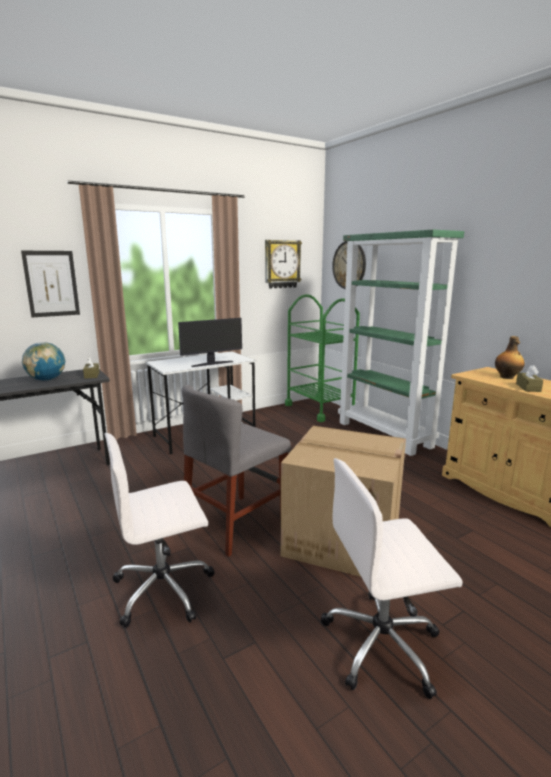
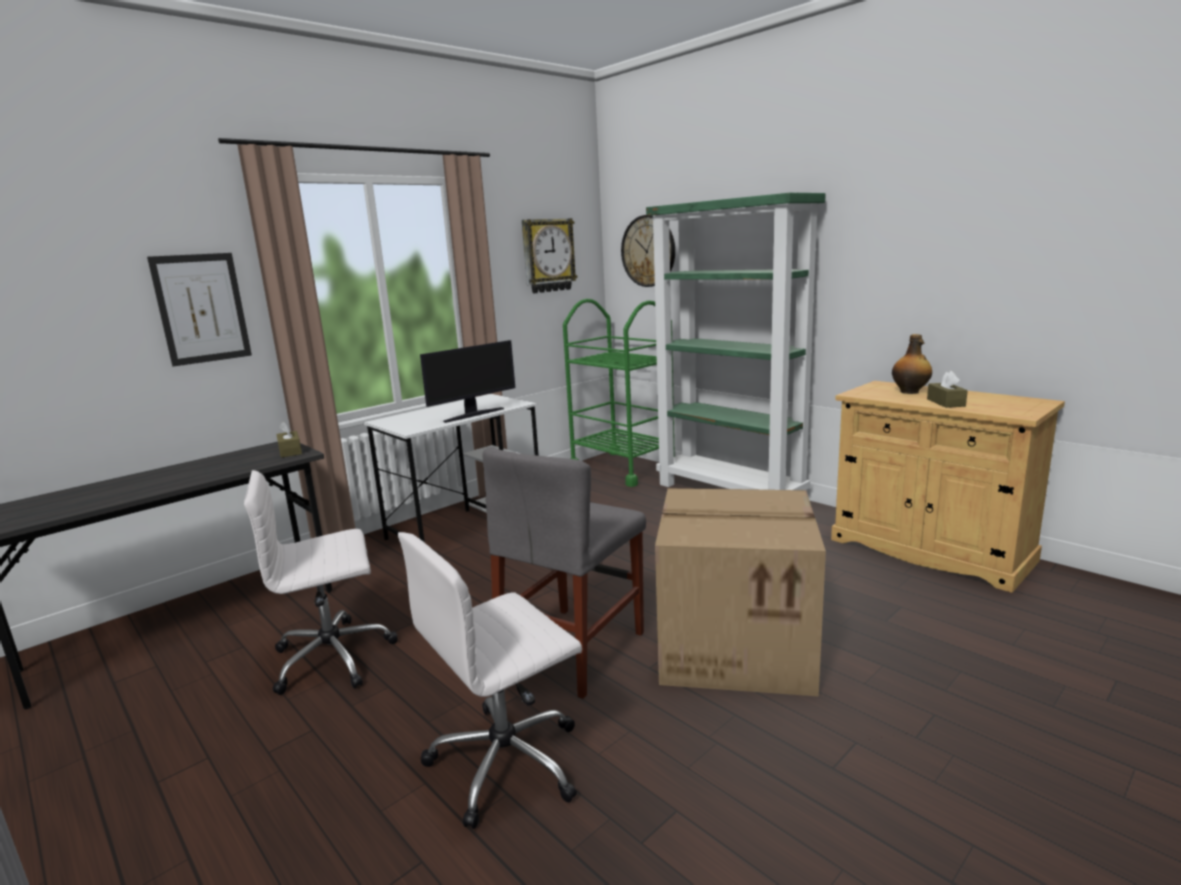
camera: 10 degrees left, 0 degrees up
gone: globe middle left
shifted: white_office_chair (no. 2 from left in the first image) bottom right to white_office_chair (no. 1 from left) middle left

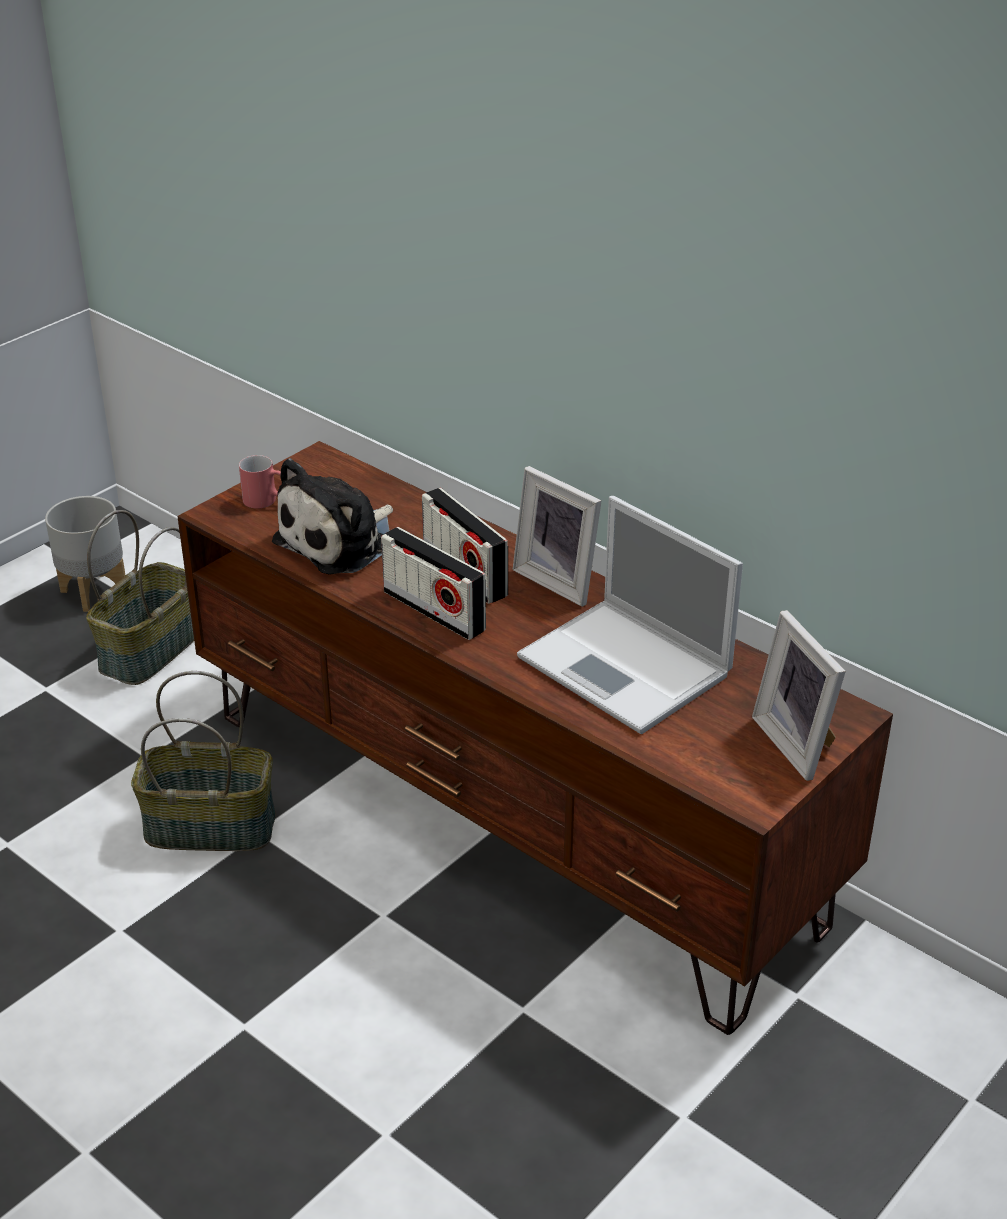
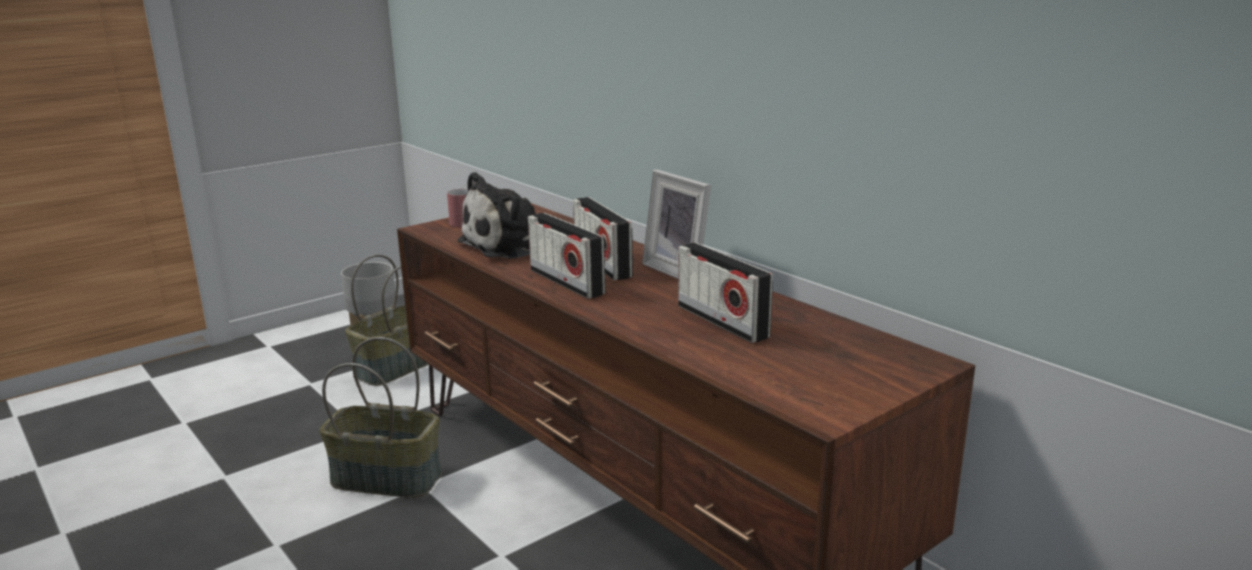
camera: 10 degrees right, 15 degrees down
gone: picture_frame (no. 2 from left) middle right
swapped: laptop centre to radio (no. 3 from left) centre

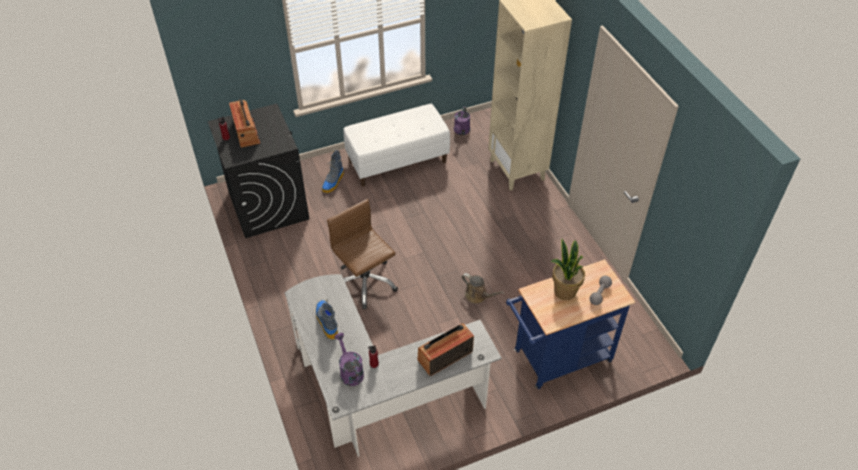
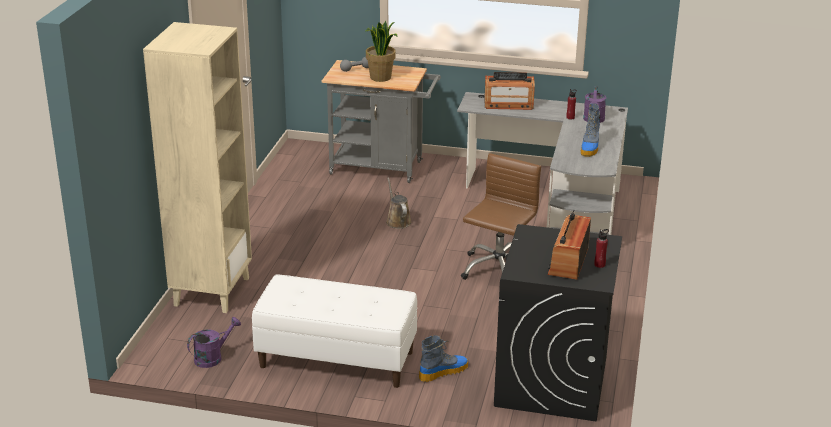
camera: 145 degrees left, 20 degrees down
repainted: blue_cart bottom centre to grey_cart top centre
rotated: brown_office_chair centre = centre 150 degrees counterclockwise

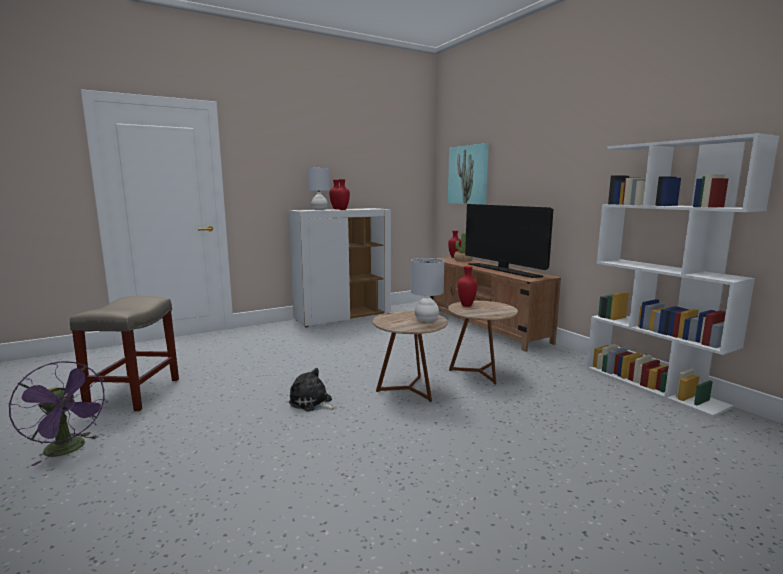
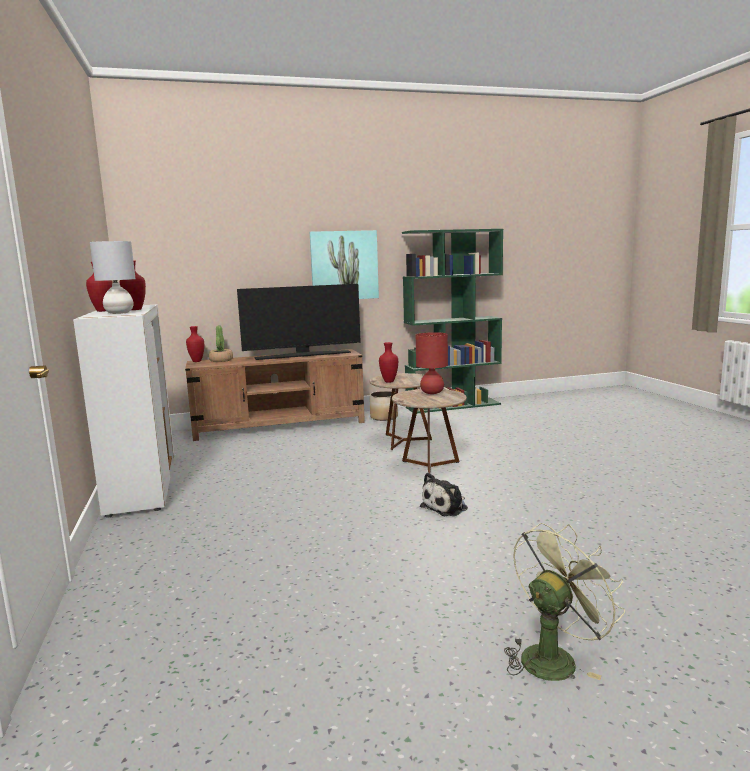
camera: 75 degrees left, 0 degrees up
gone: beige_stool middle left
new: planter centre
shifted: picture top centre to centre
repainted: white_bookcase middle right to green_bookcase centre; grey_table_lamp (no. 2 from left) centre to red_table_lamp centre; purple_fan bottom left to green_fan bottom right

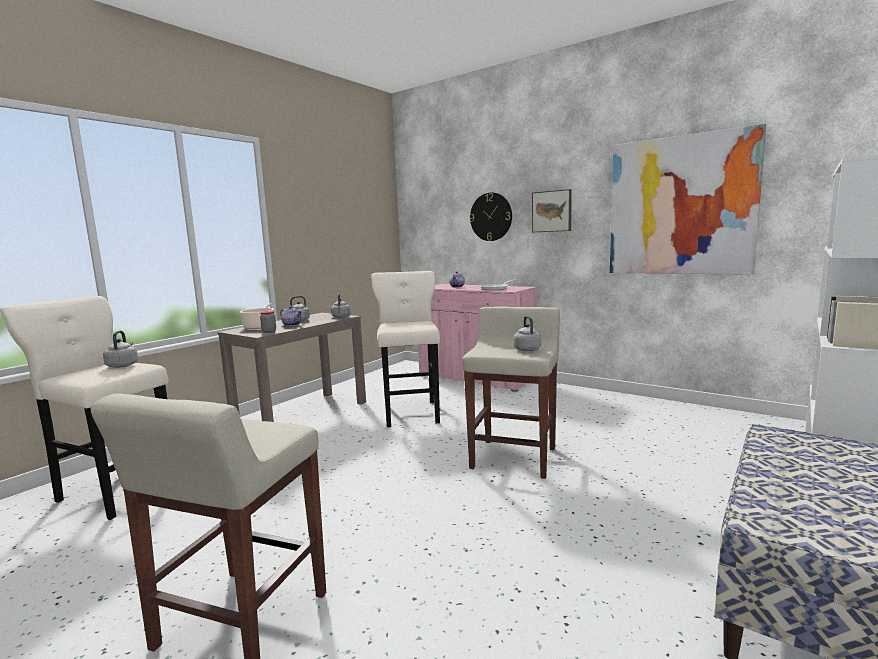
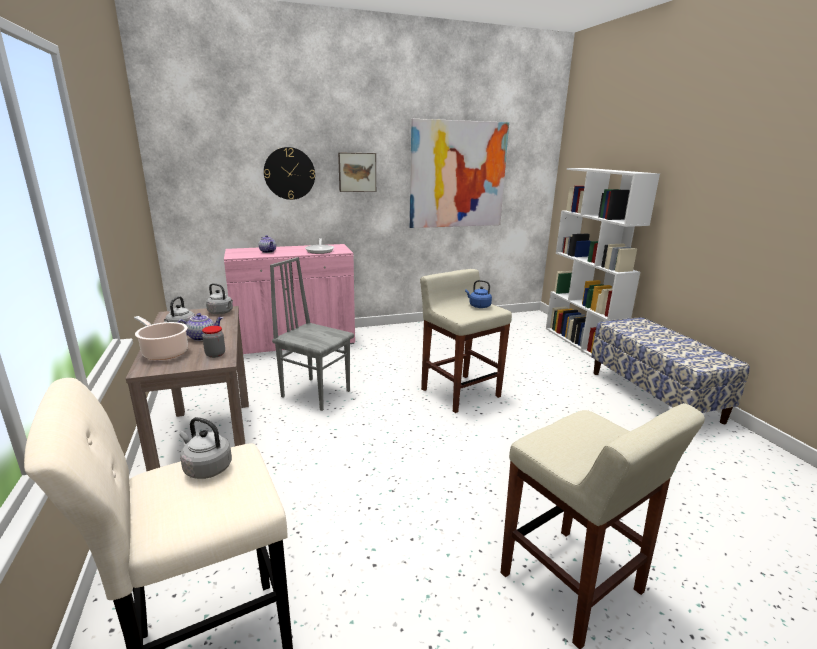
camera: 55 degrees left, 10 degrees up
swapped: beige_stool (no. 3 from left) centre to grey_chair centre
repainted: grey_kettle (no. 4 from left) centre to blue_kettle centre

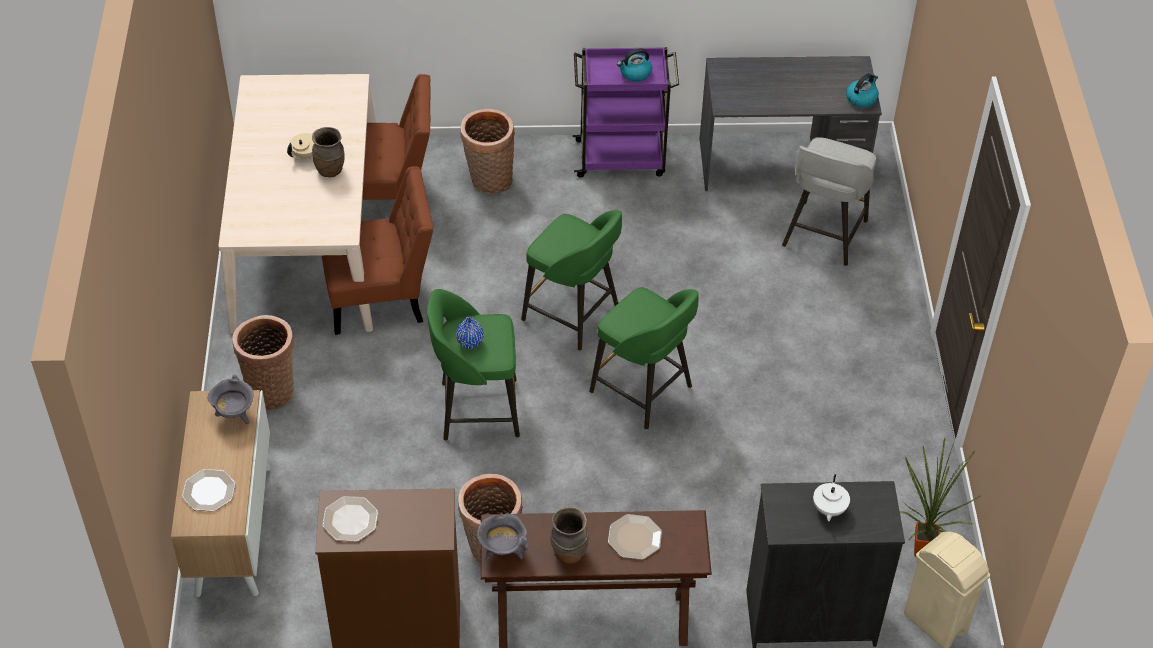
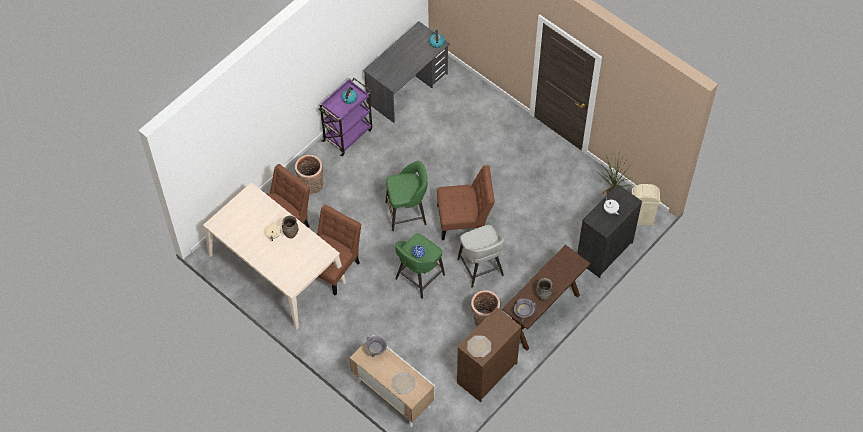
camera: 45 degrees left, 10 degrees up
gone: basket (no. 1 from left) middle left; plate (no. 3 from left) bottom centre
shifted: grey_stool top right to centre
swapped: green_stool (no. 3 from left) centre to brown_chair (no. 3 from left) centre

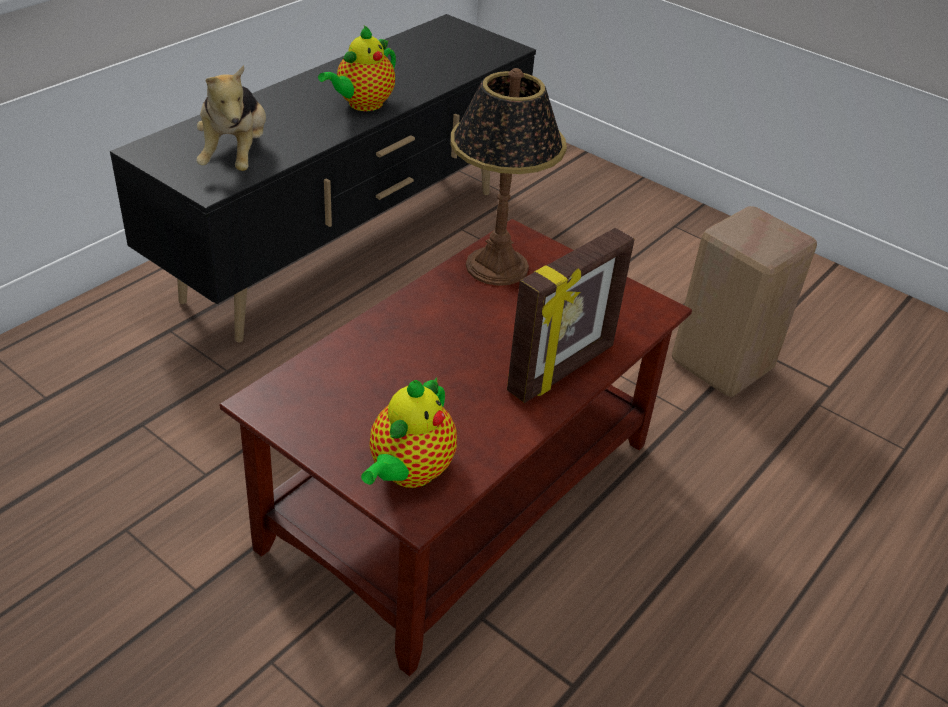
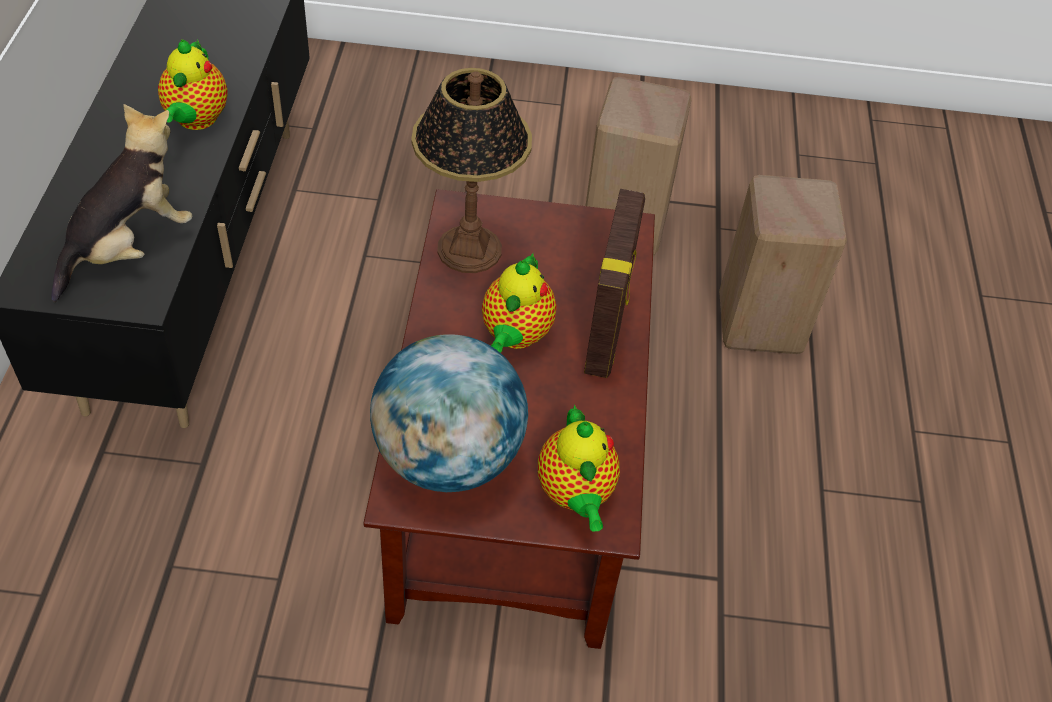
camera: 35 degrees left, 10 degrees up
new: globe centre; teapot (no. 2 from left) centre; beige_stool (no. 2 from left) middle right
rotated: plush_toy top left = top left 105 degrees counterclockwise

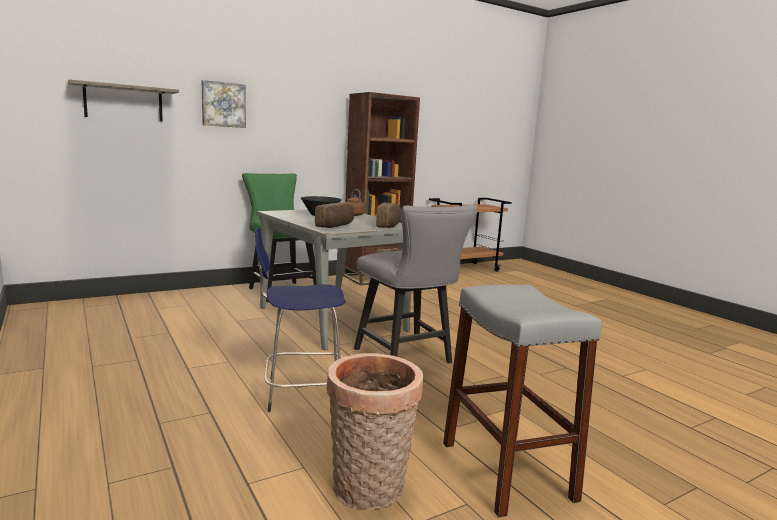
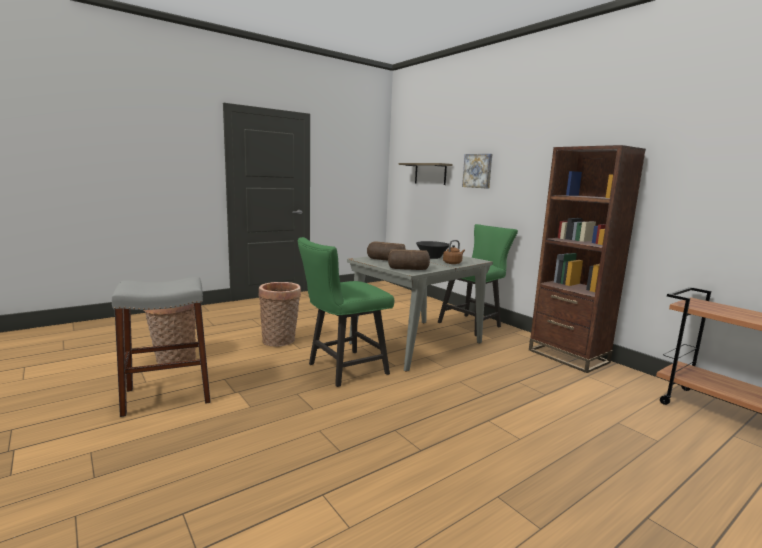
camera: 85 degrees right, 0 degrees up
swapped: blue_stool centre to basket (no. 2 from left) centre
repainted: grey_chair centre to green_chair (no. 1 from left) centre

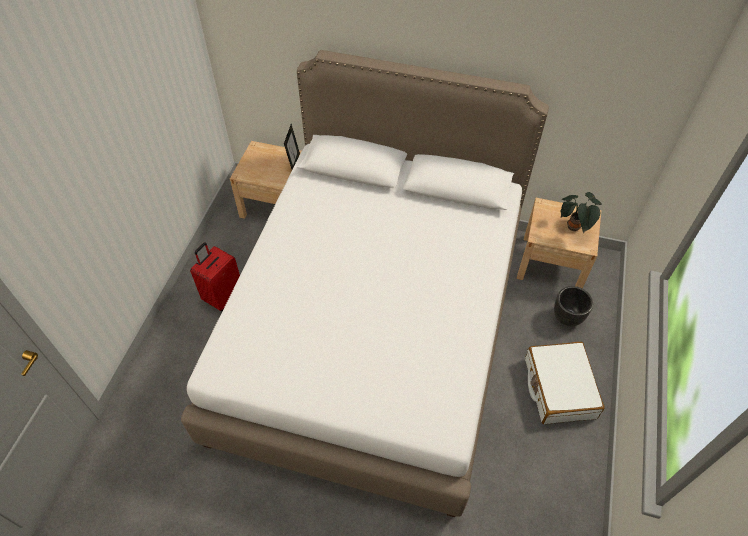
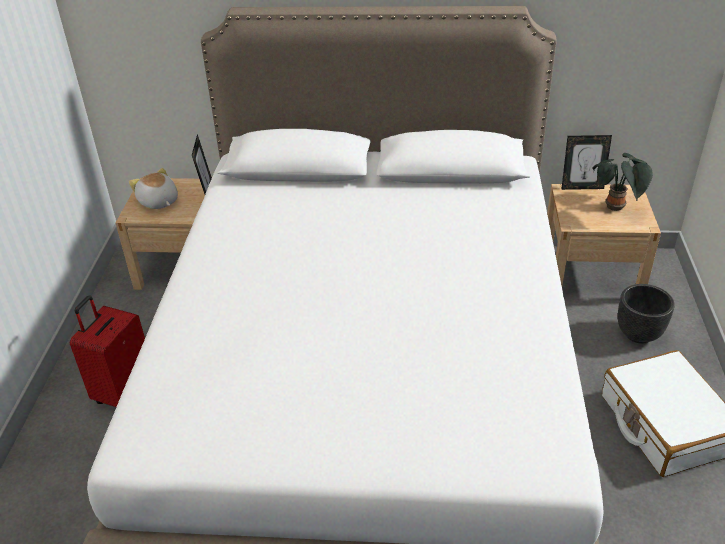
camera: 10 degrees left, 15 degrees down
new: plush_toy middle left; picture_frame (no. 2 from left) top right

